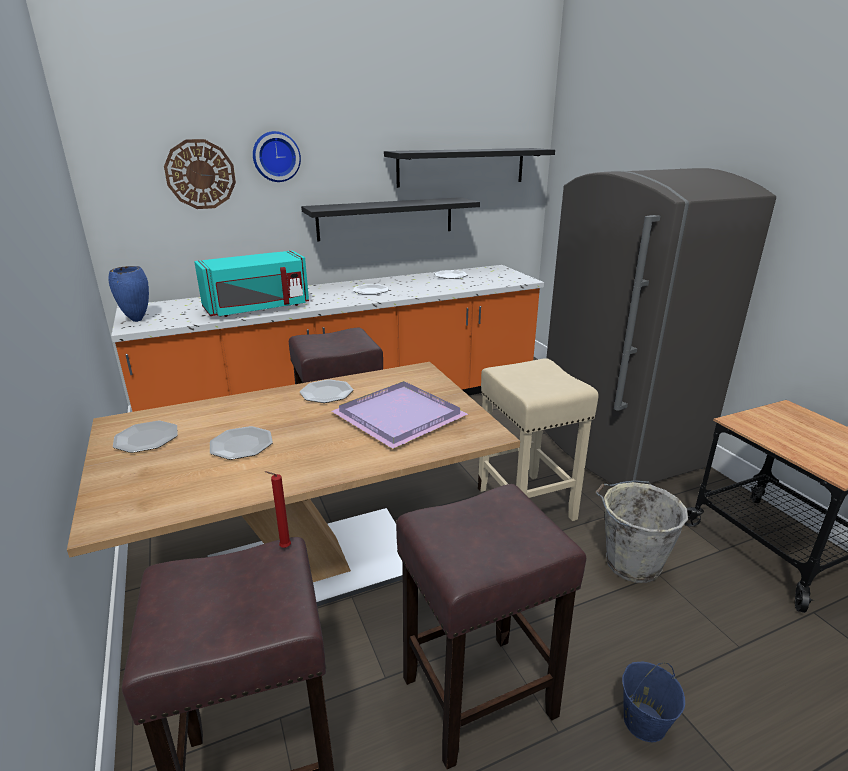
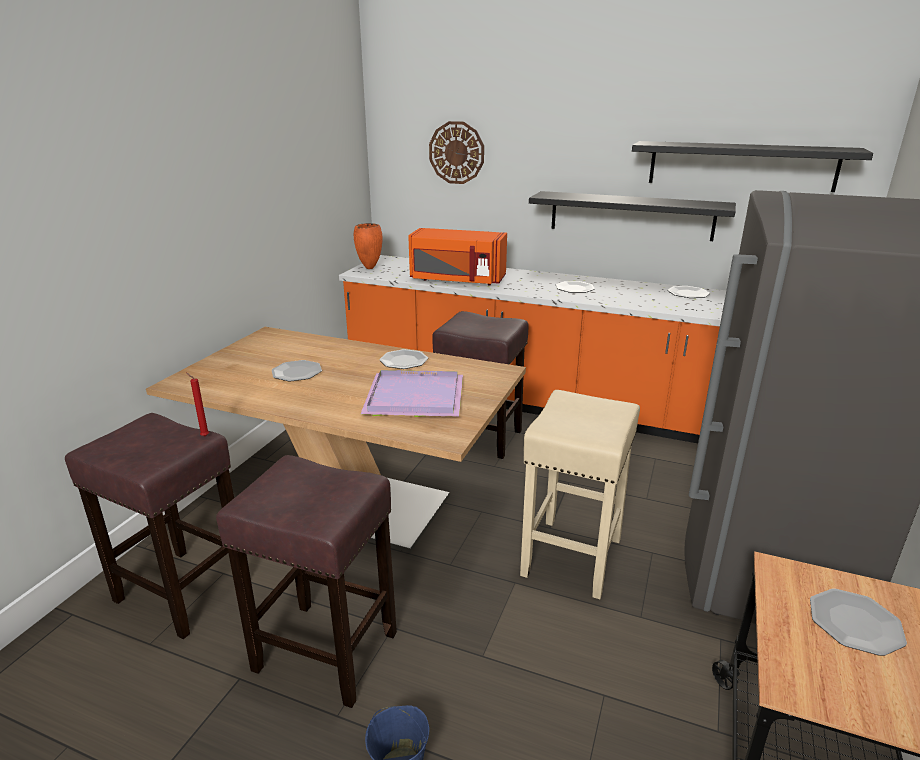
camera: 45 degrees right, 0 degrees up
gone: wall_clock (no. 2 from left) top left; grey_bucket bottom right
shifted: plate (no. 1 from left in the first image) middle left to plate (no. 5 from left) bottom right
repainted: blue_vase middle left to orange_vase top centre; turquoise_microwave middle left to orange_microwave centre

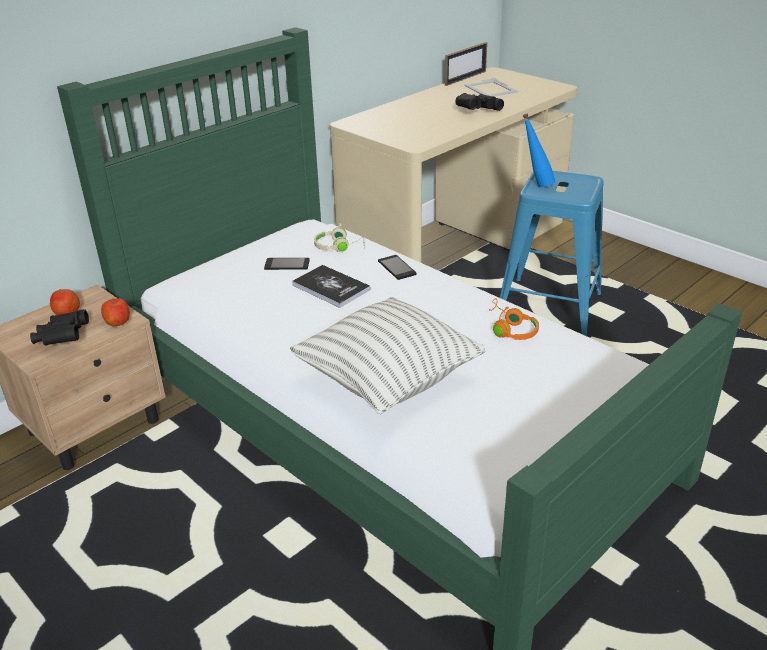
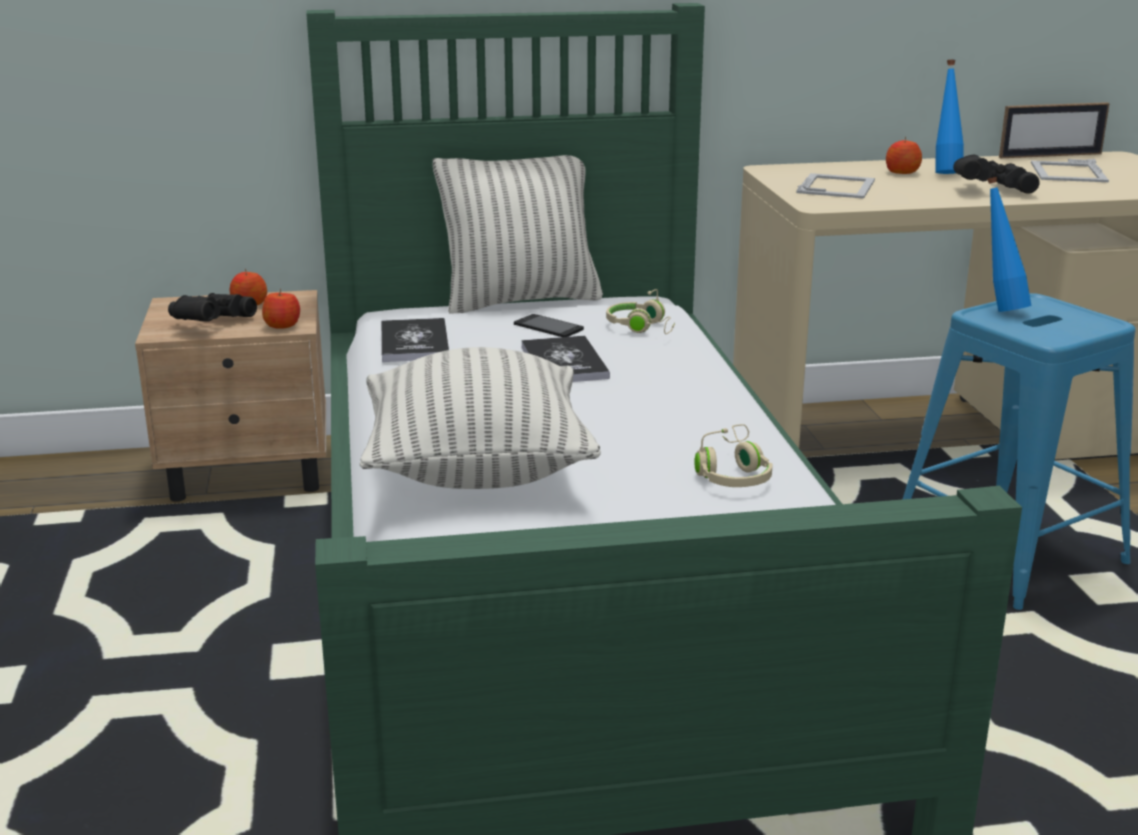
camera: 35 degrees right, 10 degrees down
gone: phone (no. 2 from left) centre
new: book (no. 1 from left) centre; pillow (no. 2 from left) top centre; picture_frame (no. 1 from left) top right; apple (no. 3 from left) top right; blue_bottle (no. 1 from left) top right
repainted: orange_headphones middle right to beige_headphones (no. 2 from left) centre

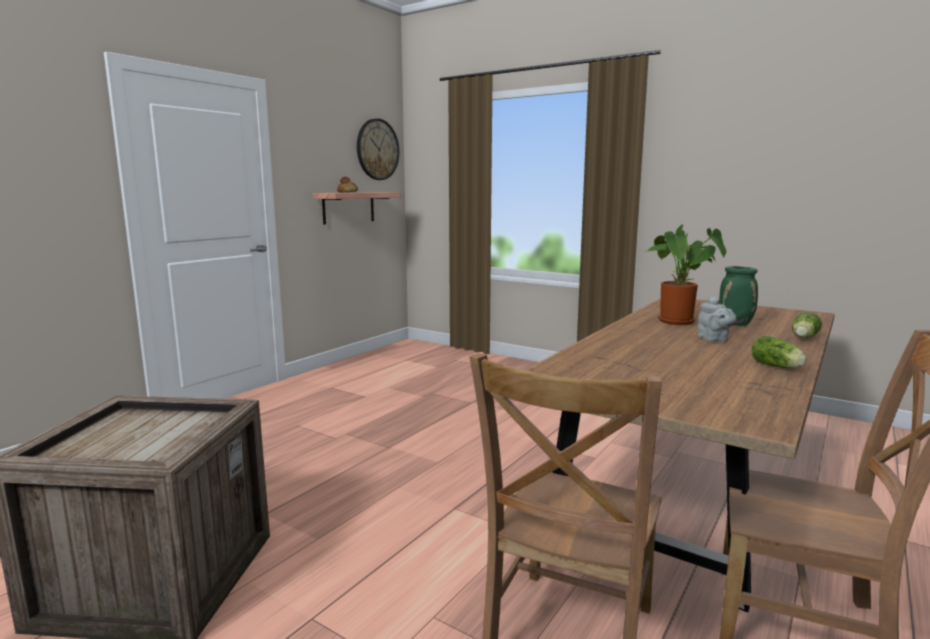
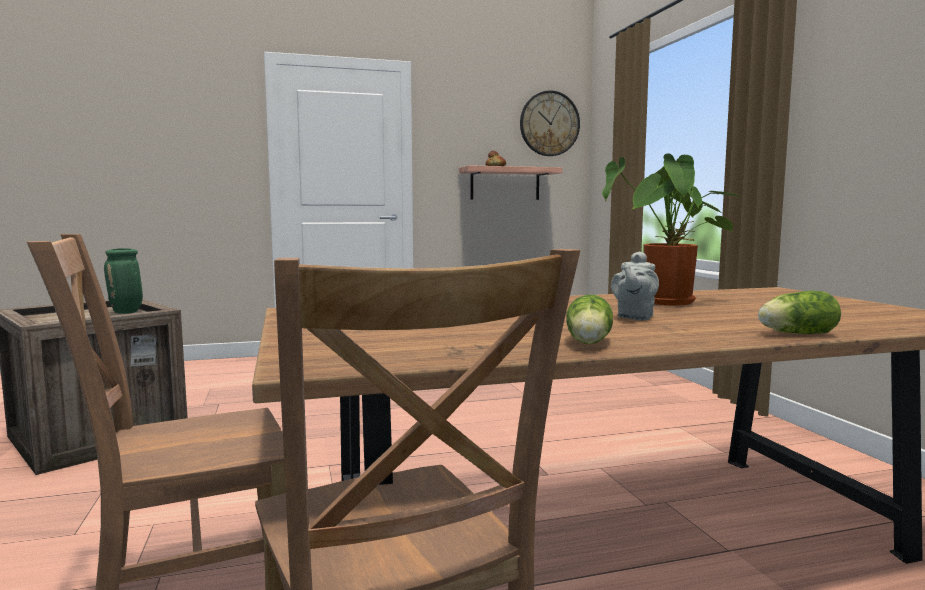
camera: 40 degrees right, 5 degrees down
shifted: green_vase middle right to middle left

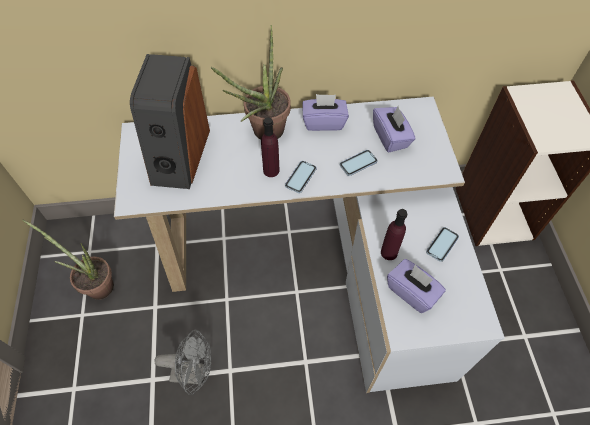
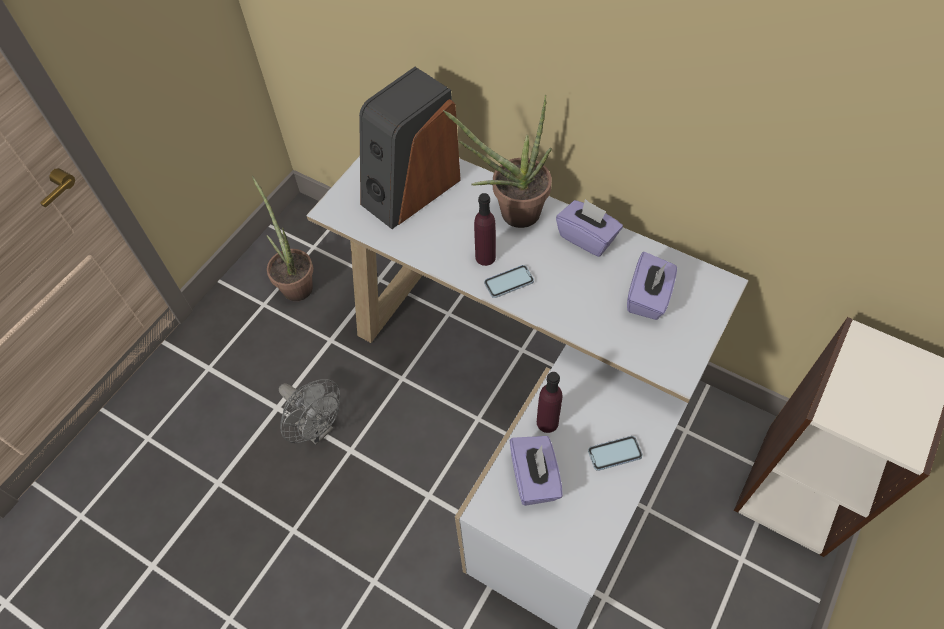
camera: 40 degrees right, 0 degrees up
gone: phone (no. 2 from left) centre

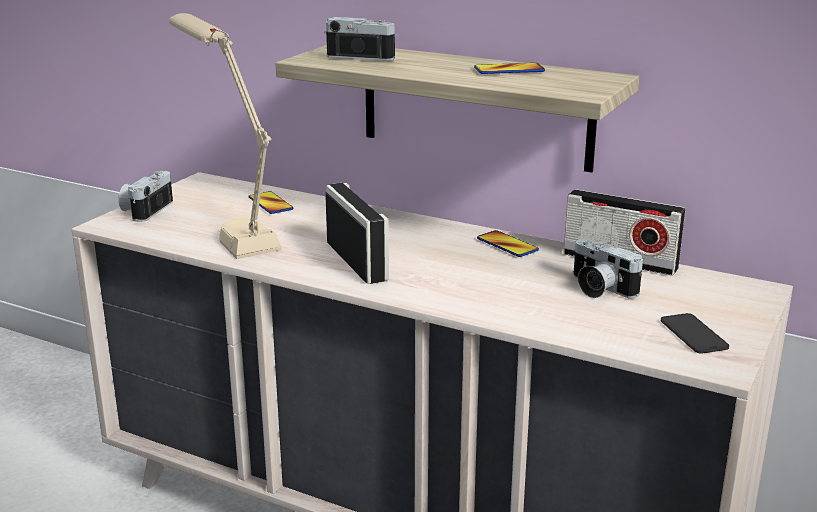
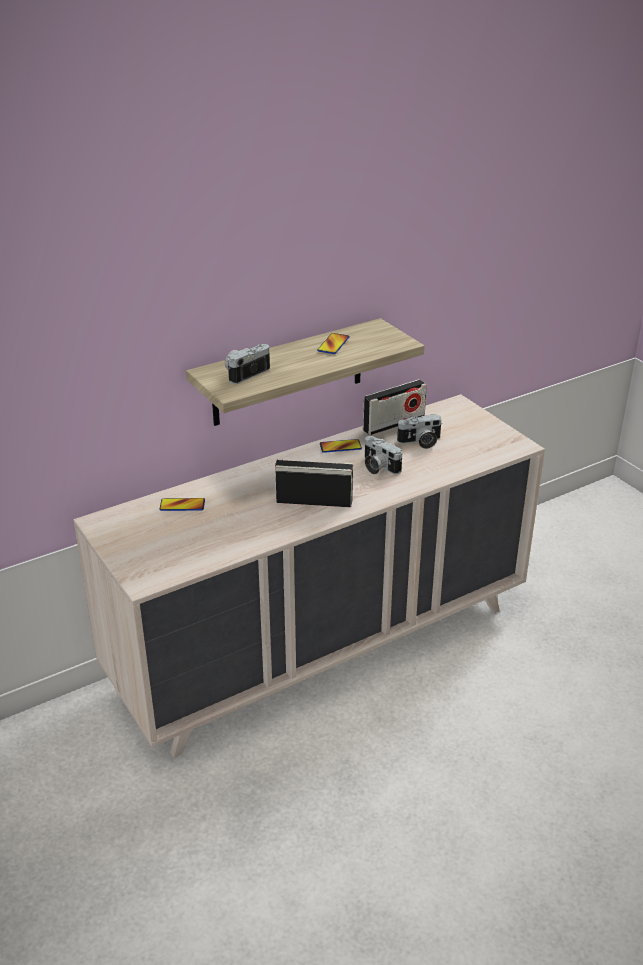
camera: 60 degrees left, 10 degrees up
gone: beige_table_lamp top left; phone (no. 4 from left) middle right
shifted: photo_camera (no. 1 from left in the first image) middle left to photo_camera (no. 2 from left) centre

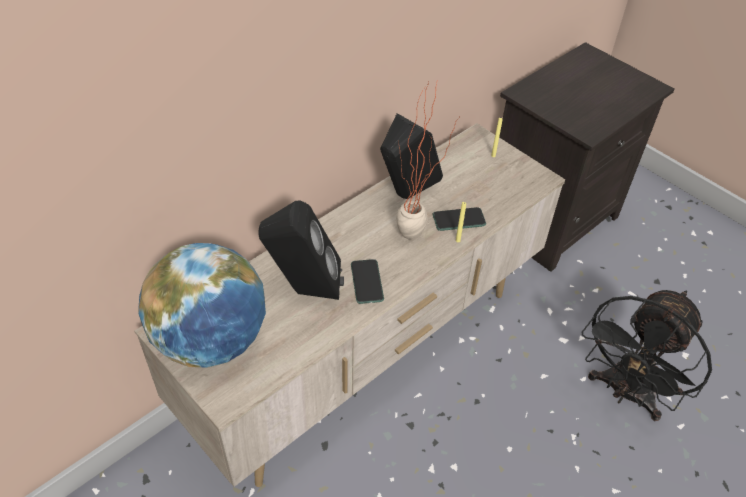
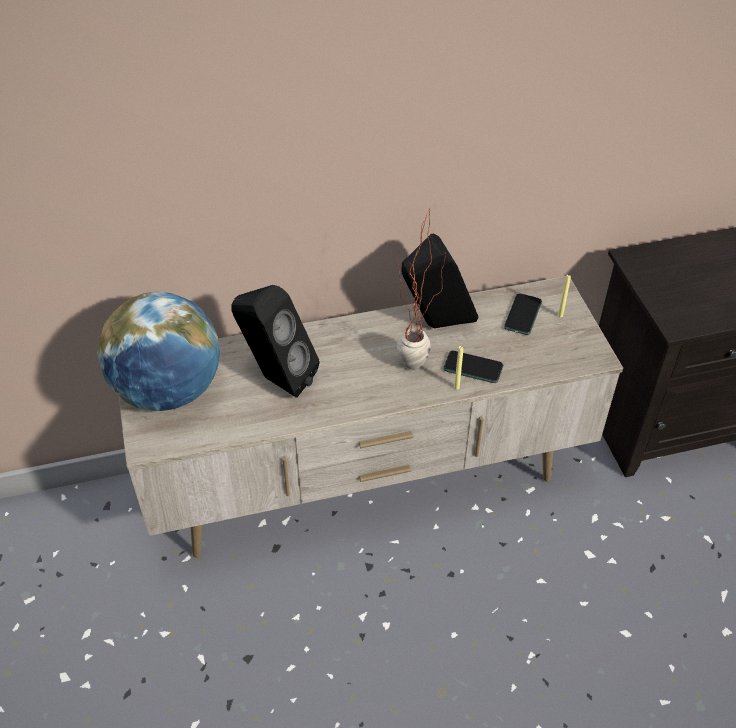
camera: 30 degrees right, 0 degrees up
gone: black_fan bottom right
shifted: phone (no. 1 from left in the first image) centre to phone (no. 2 from left) middle right

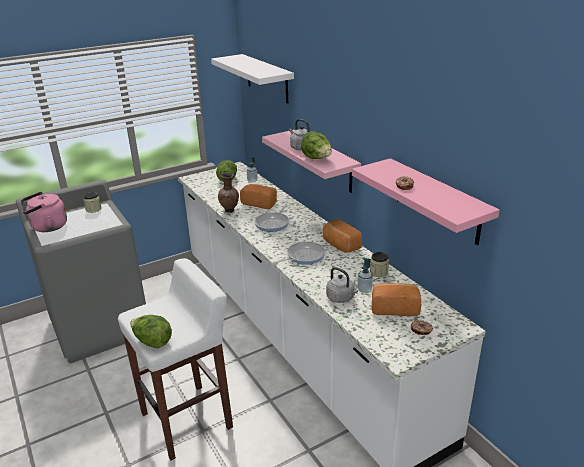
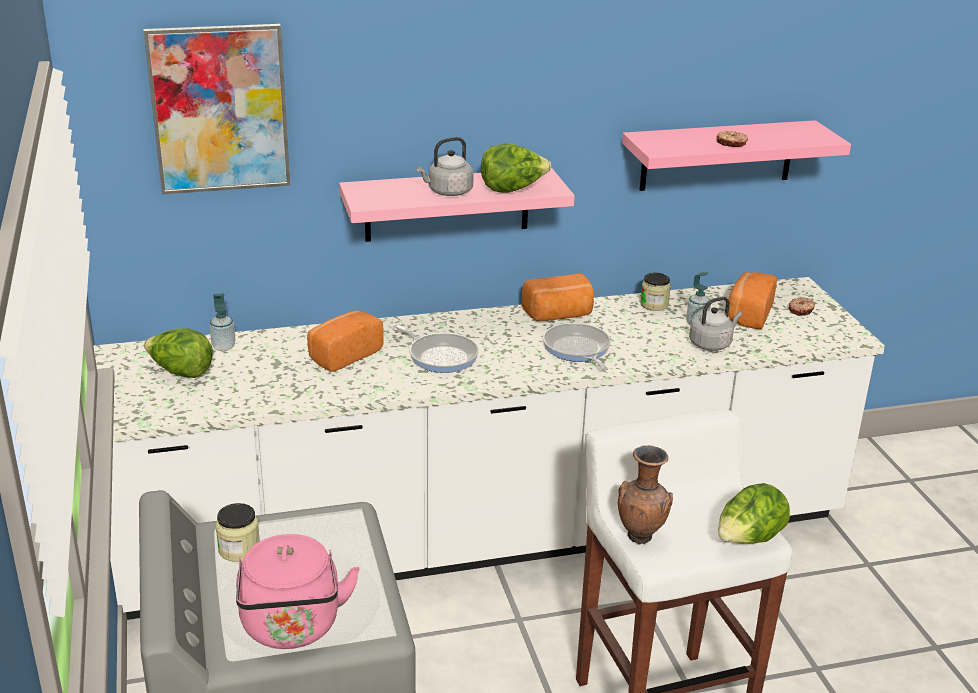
camera: 75 degrees left, 0 degrees up
shifted: brown_vase centre to bottom centre
swapped: white_shelf top centre to picture top left

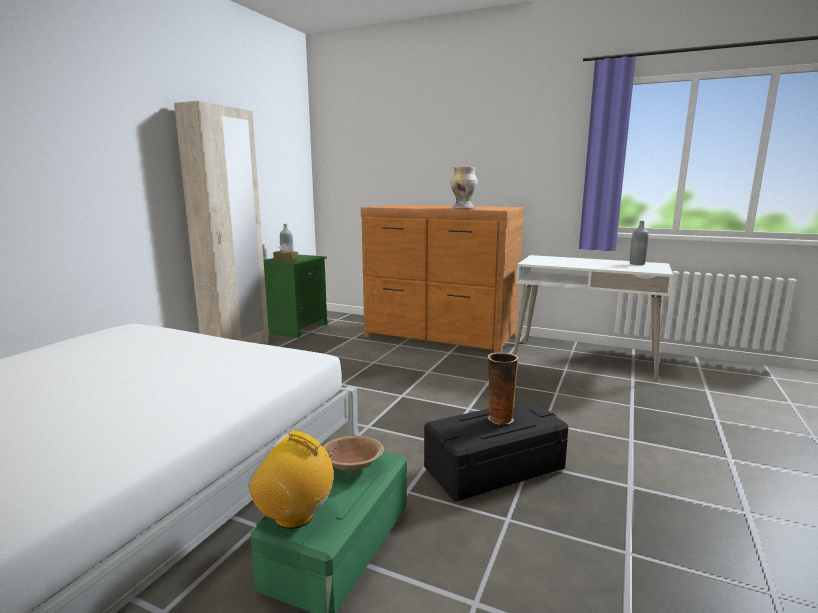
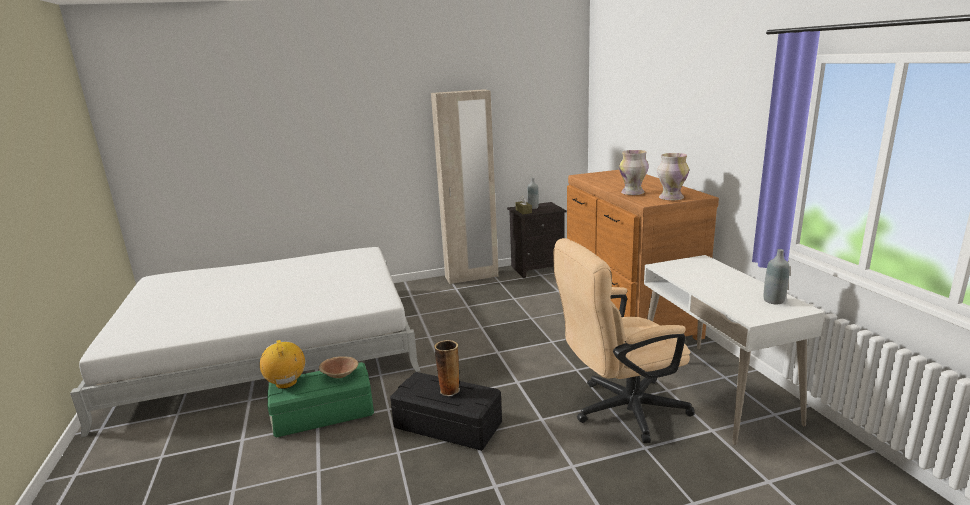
camera: 50 degrees right, 5 degrees up
new: beige_office_chair bottom centre; vase (no. 3 from left) middle right
repainted: green_nightstand centre to black_nightstand centre

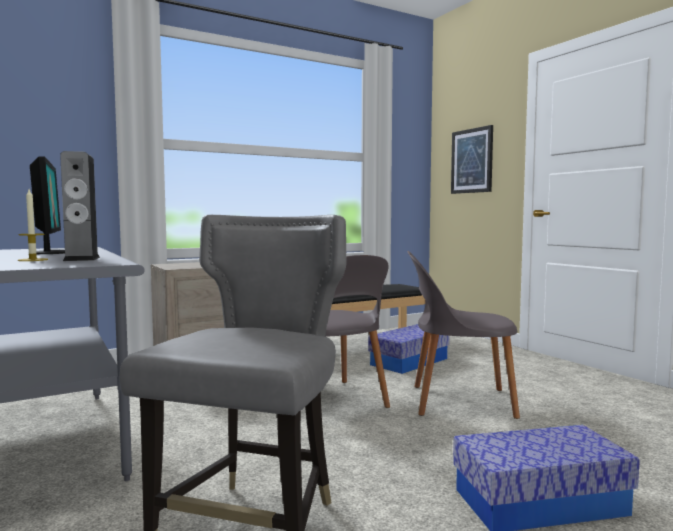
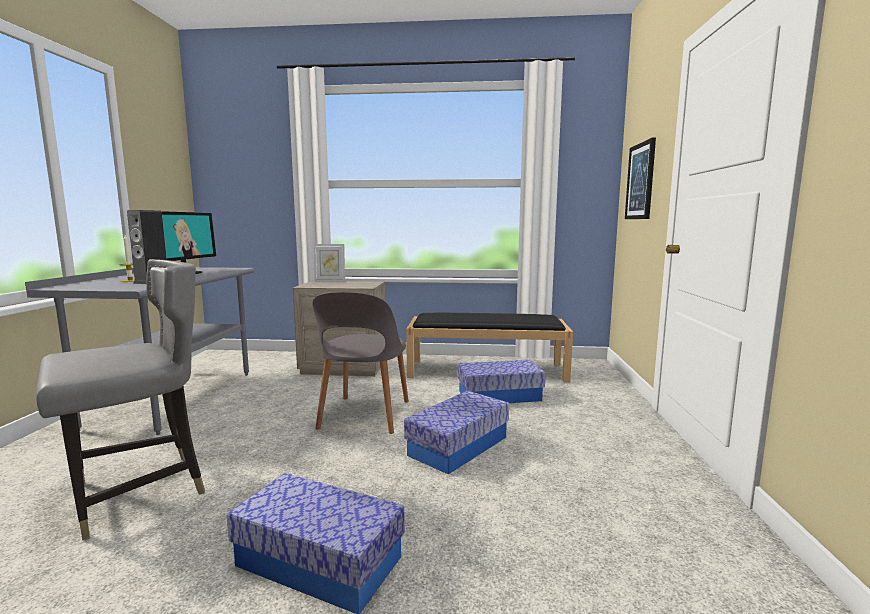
camera: 35 degrees right, 5 degrees up
new: picture_frame centre
swapped: grey_chair (no. 3 from left) middle right to storage_box (no. 2 from left) bottom centre

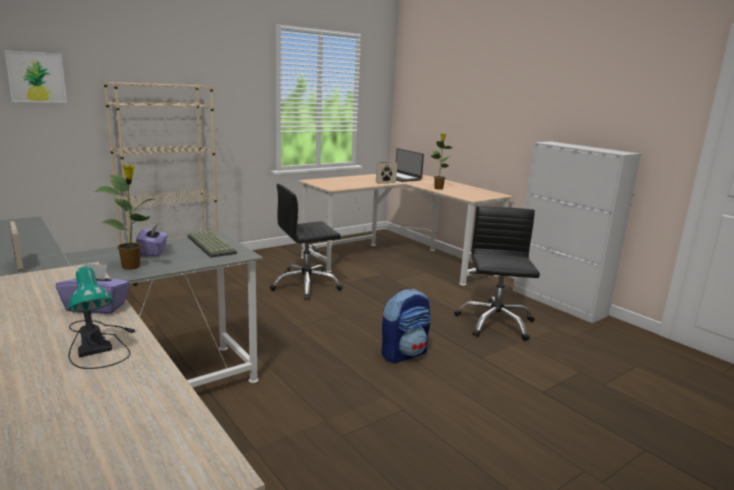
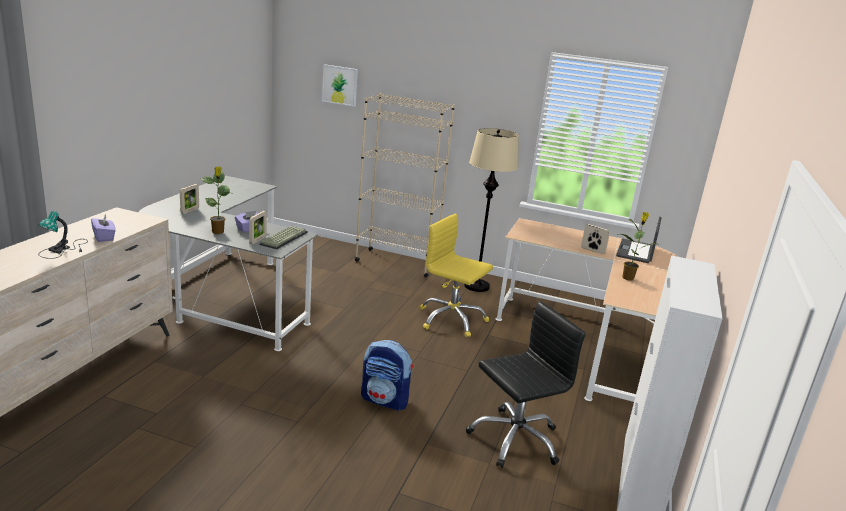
camera: 55 degrees right, 5 degrees up
new: picture_frame (no. 2 from left) middle left; beige_floor_lamp centre
repainted: black_office_chair (no. 1 from left) centre to yellow_office_chair centre

